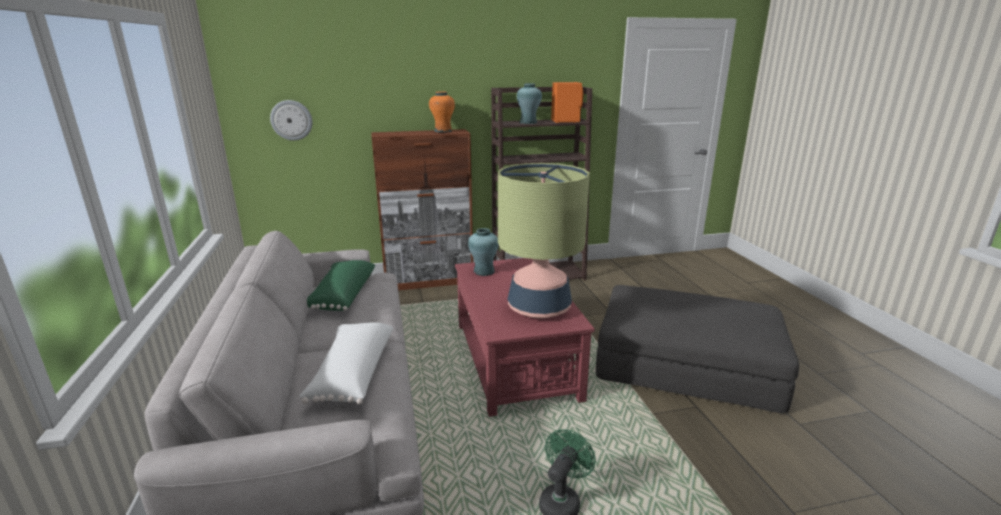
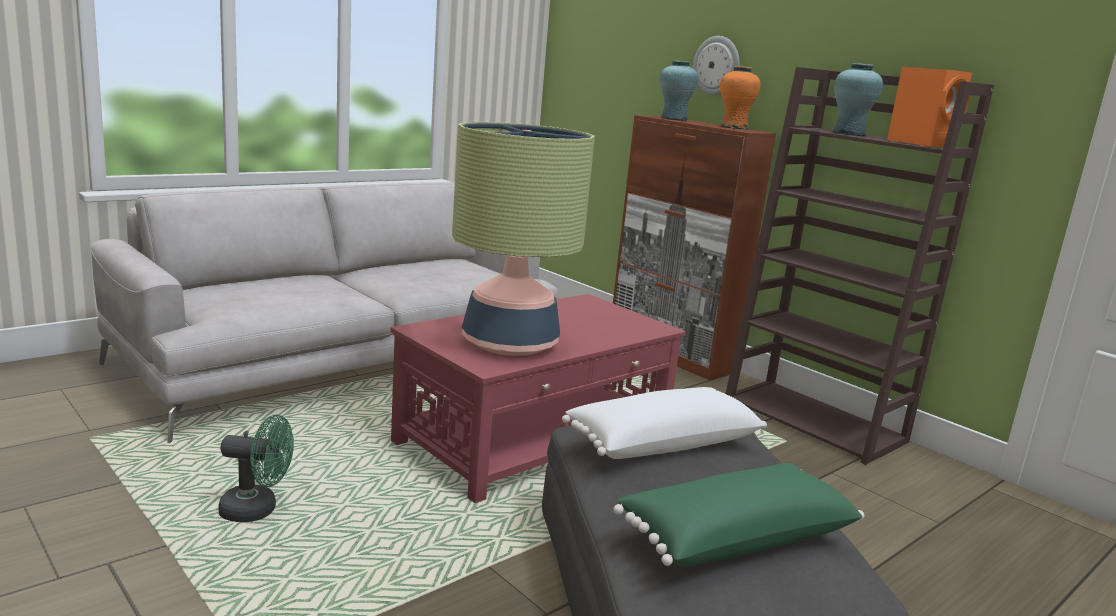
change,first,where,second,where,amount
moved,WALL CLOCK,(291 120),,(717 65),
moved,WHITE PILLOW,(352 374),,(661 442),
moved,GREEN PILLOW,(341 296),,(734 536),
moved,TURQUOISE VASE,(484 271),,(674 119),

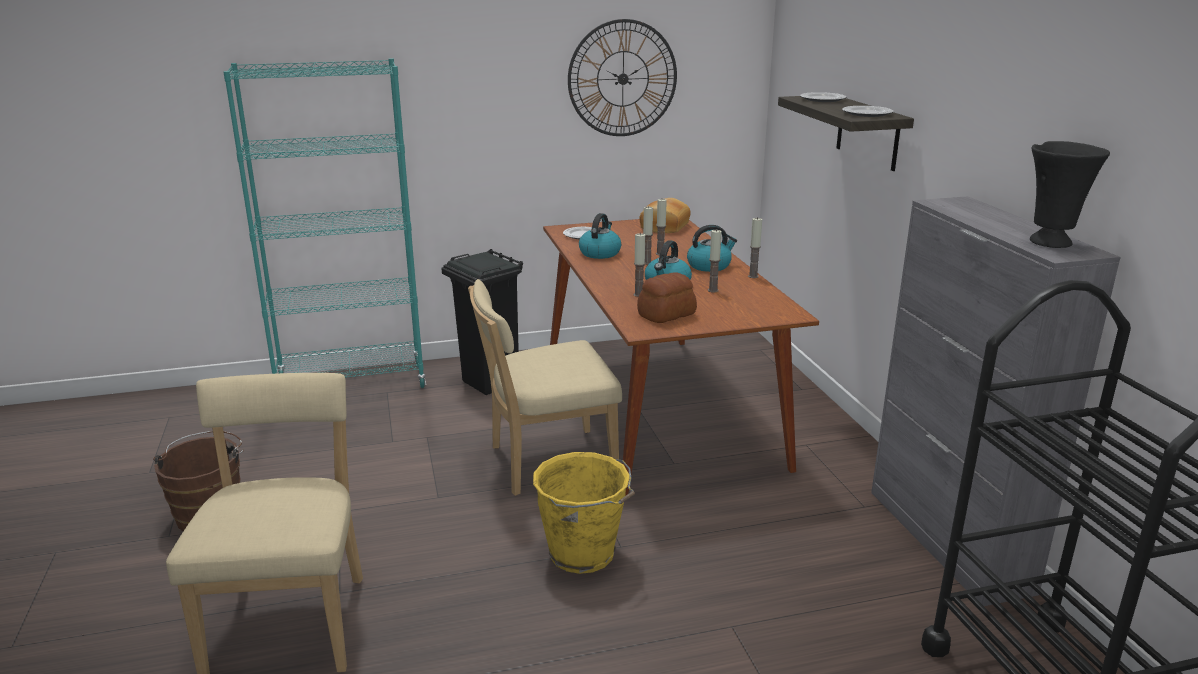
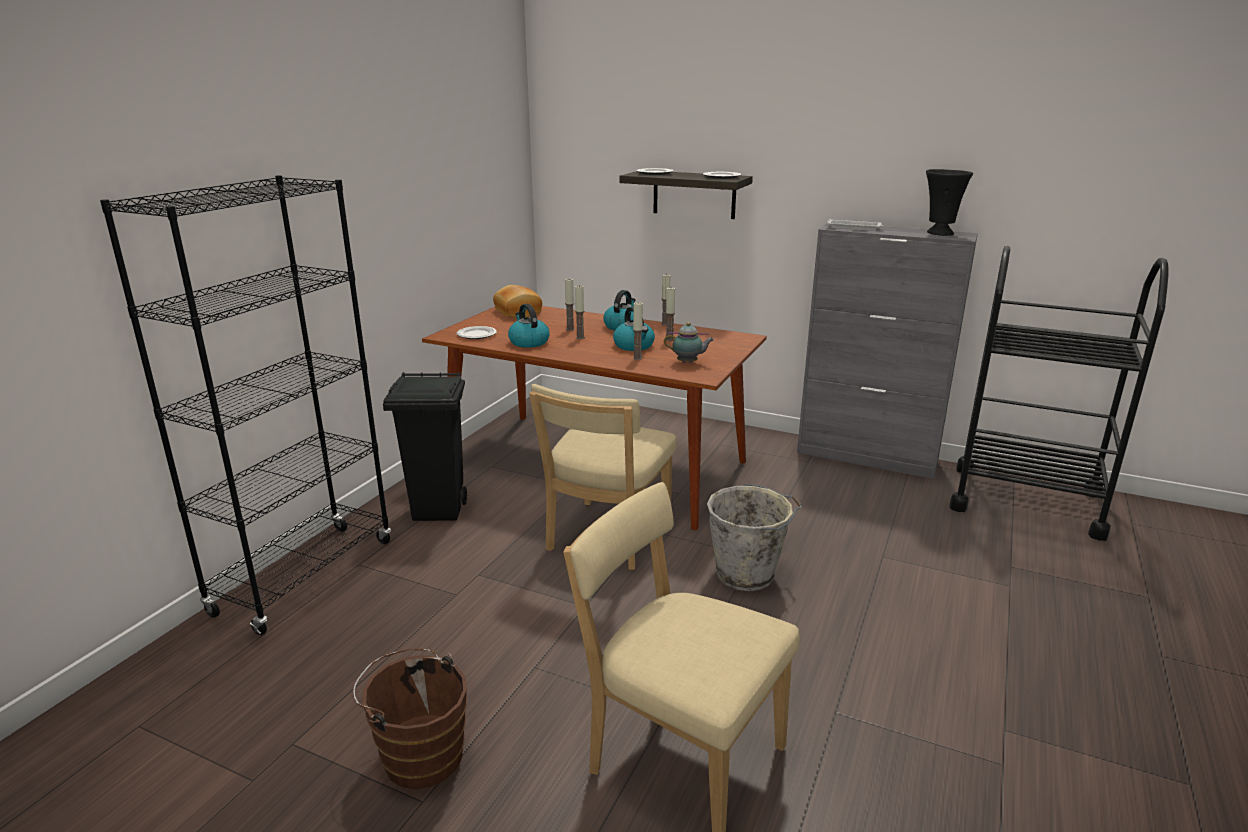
change,first,where,second,where,amount
removed,WALL CLOCK,(622 79),,,
added,,,WHITE TRAY,(854 228),
replaced,BREAD,(665 314),TEAPOT,(688 363),
recoloured,TURQUOISE BOOKCASE,(352 384),BLACK BOOKCASE,(305 577),
recoloured,YELLOW BUCKET,(584 554),GREY BUCKET,(747 574),

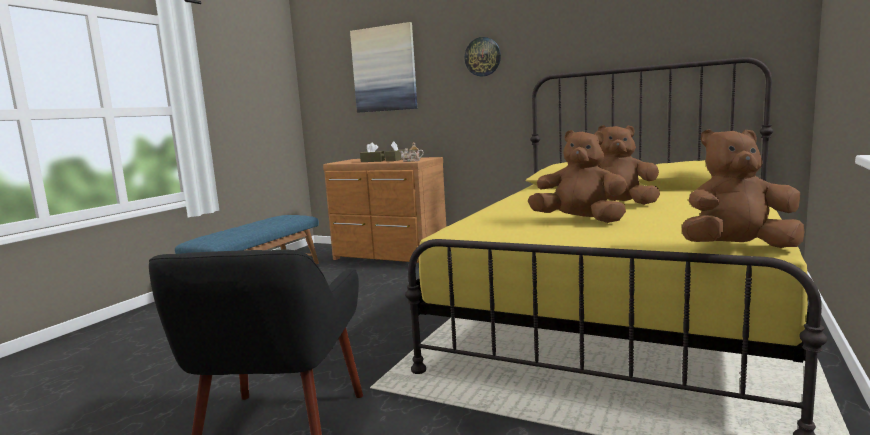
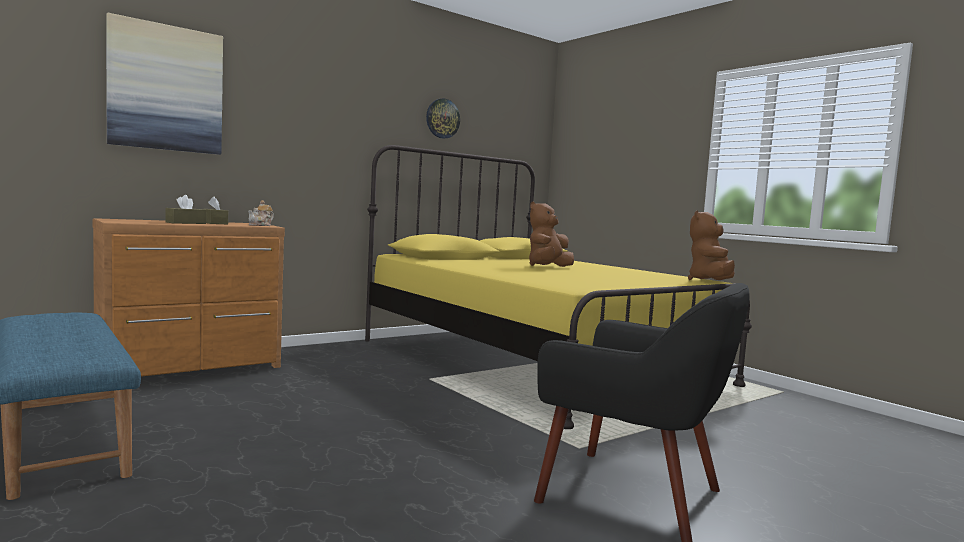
change,first,where,second,where,amount
removed,BROWN PLUSH TOY,(579 221),,,
moved,WALL CLOCK,(483 57),,(442 118),

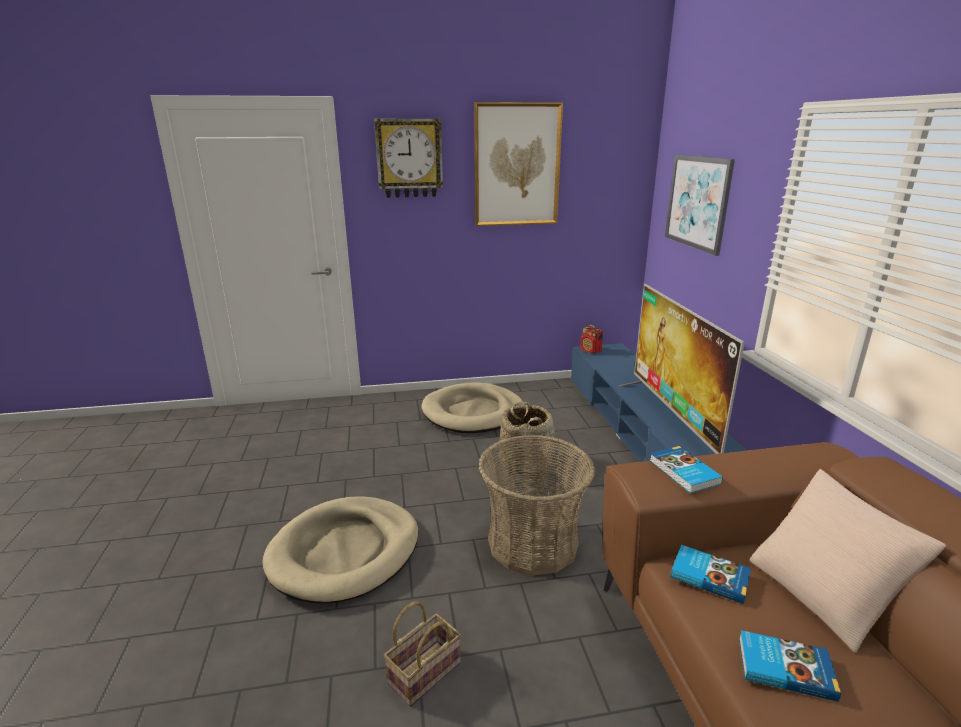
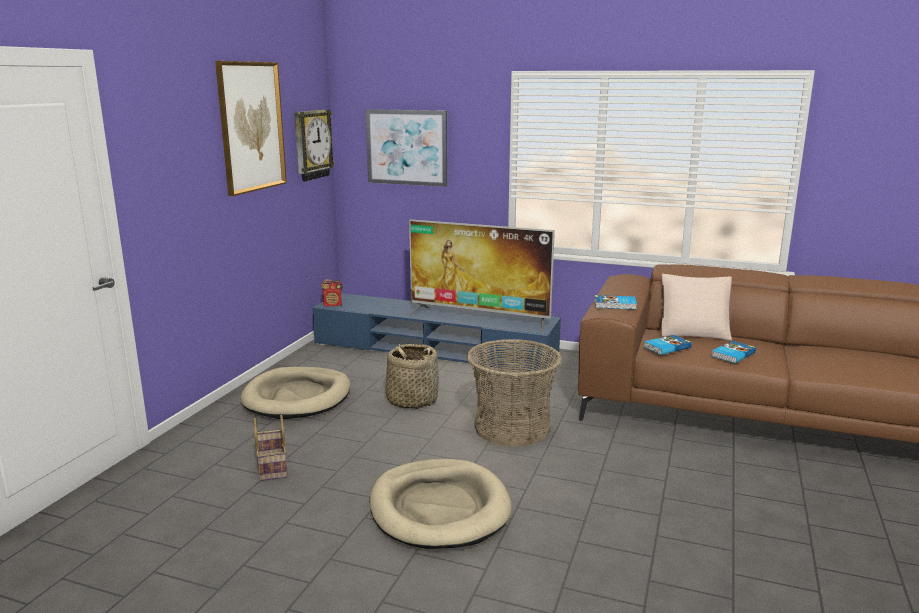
change,first,where,second,where,amount
moved,WALL CLOCK,(409 158),,(312 145),
moved,BASKET,(425 671),,(271 467),

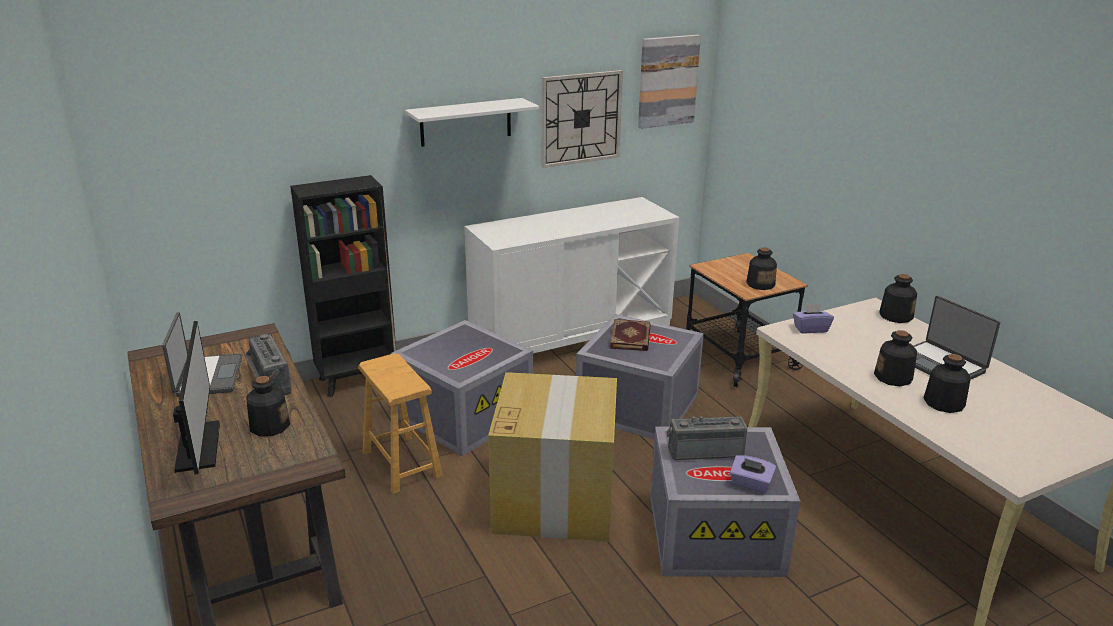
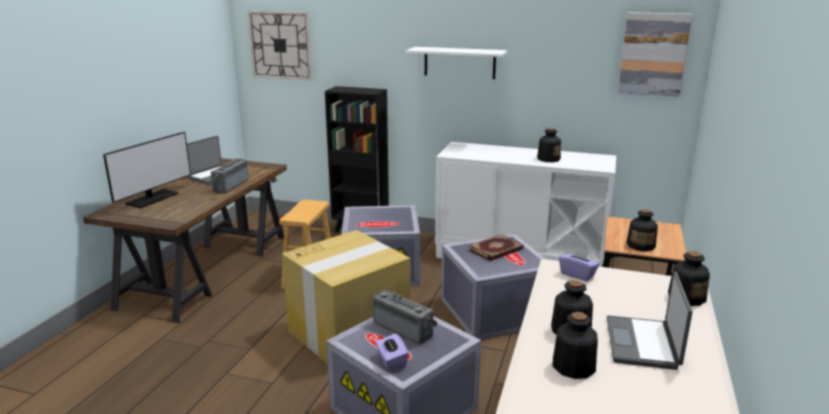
change,first,where,second,where,amount
moved,BOTTLE,(269 426),,(548 159),
moved,WALL CLOCK,(581 118),,(280 45),

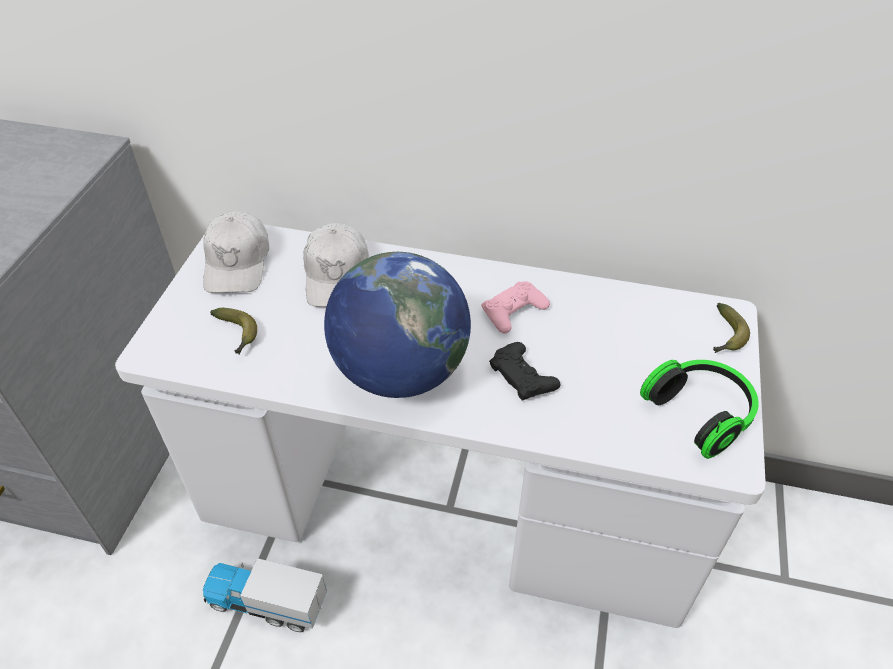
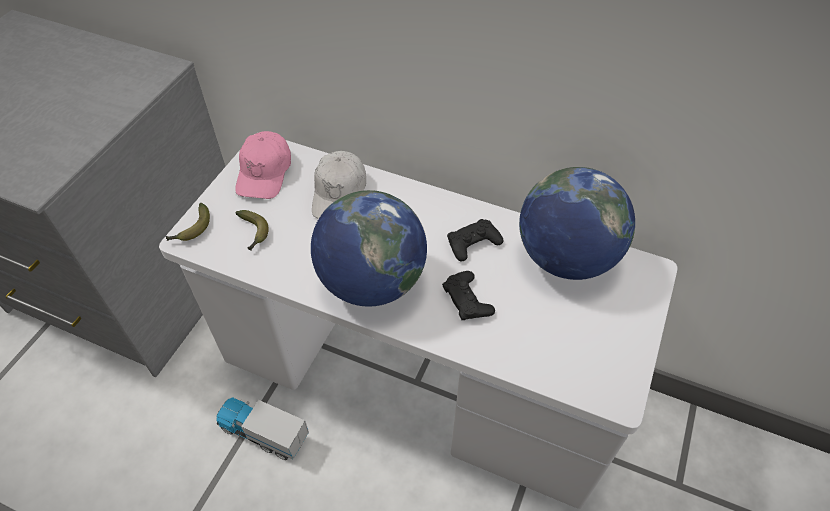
change,first,where,second,where,amount
removed,HEADPHONES,(701 413),,,
added,,,GLOBE,(565 257),
moved,BANANA,(726 336),,(191 229),
recoloured,WHITE CAP,(237 263),PINK CAP,(265 173),
recoloured,PINK GAME CONTROLLER,(514 311),BLACK GAME CONTROLLER,(473 243),

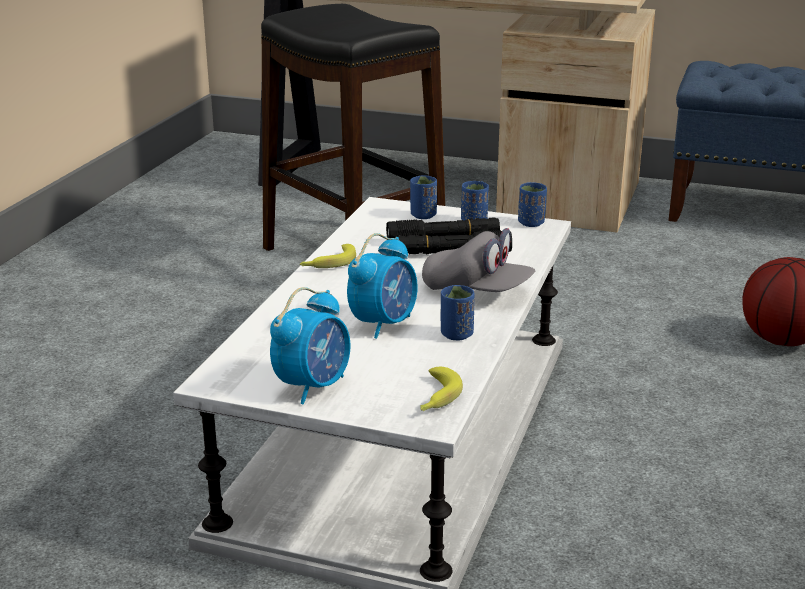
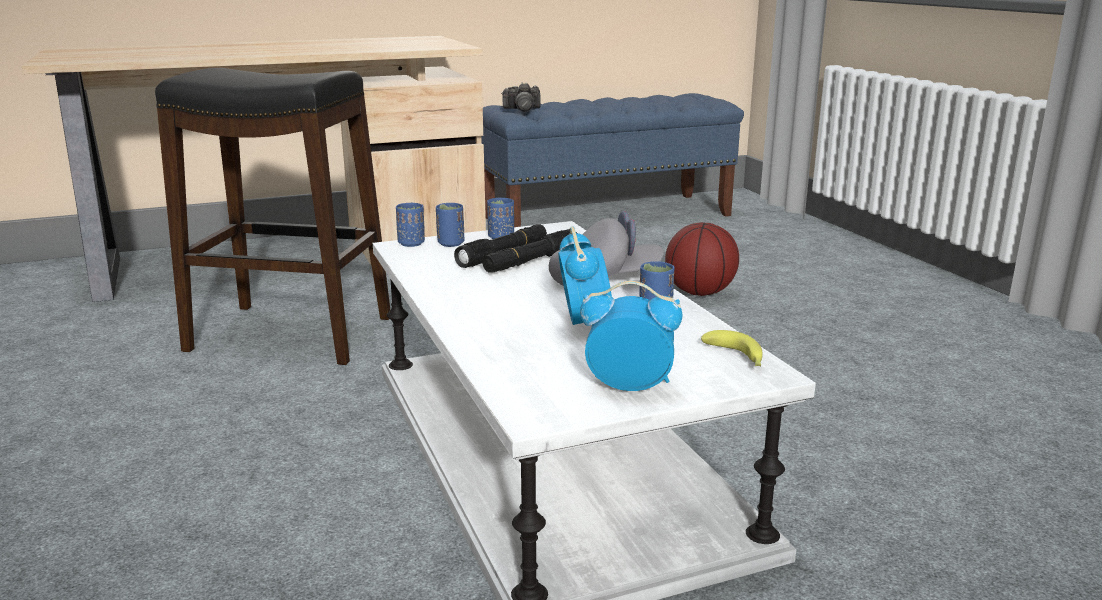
change,first,where,second,where,amount
removed,BANANA,(328 263),,,
added,,,PHOTO CAMERA,(522 109),
moved,BLUE CUP,(531 223),,(411 243),
turned,ALARM CLOCK,(313 386),,(628 386),75 degrees counterclockwise

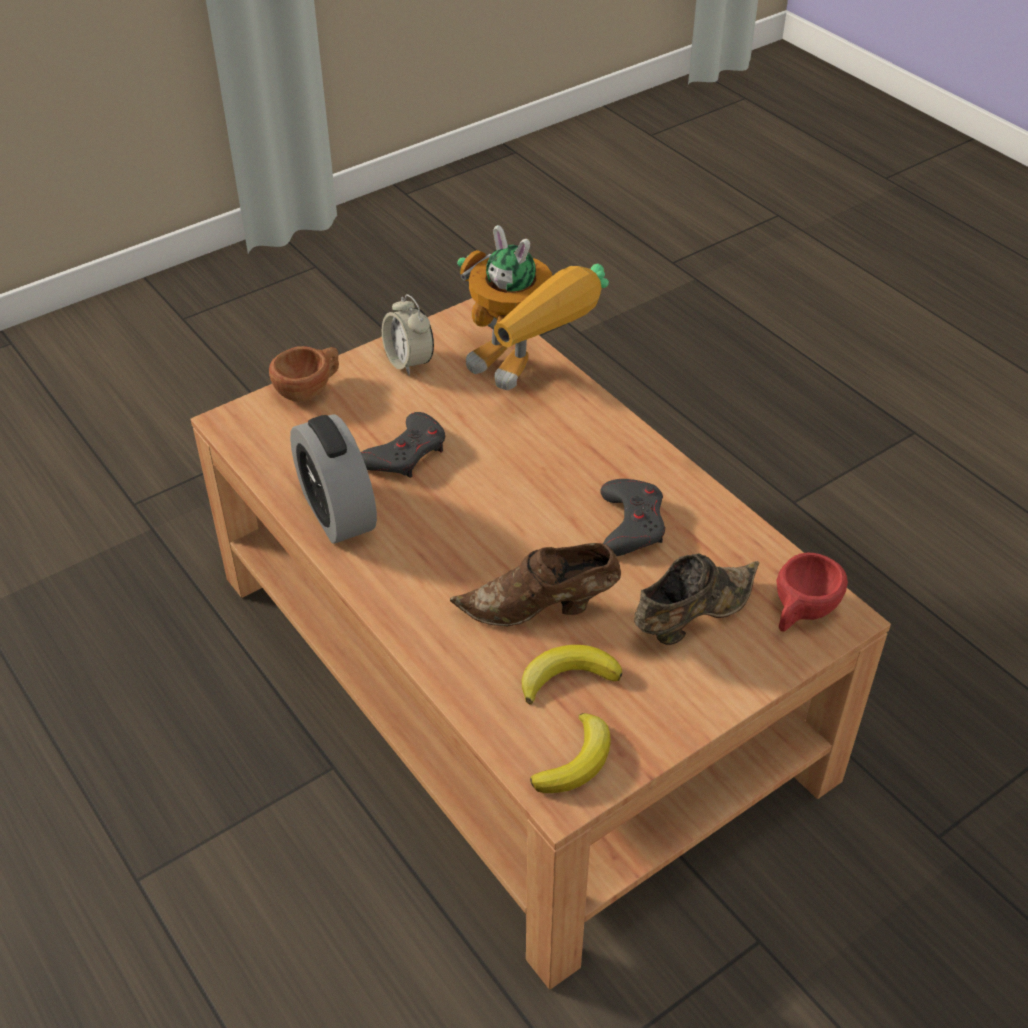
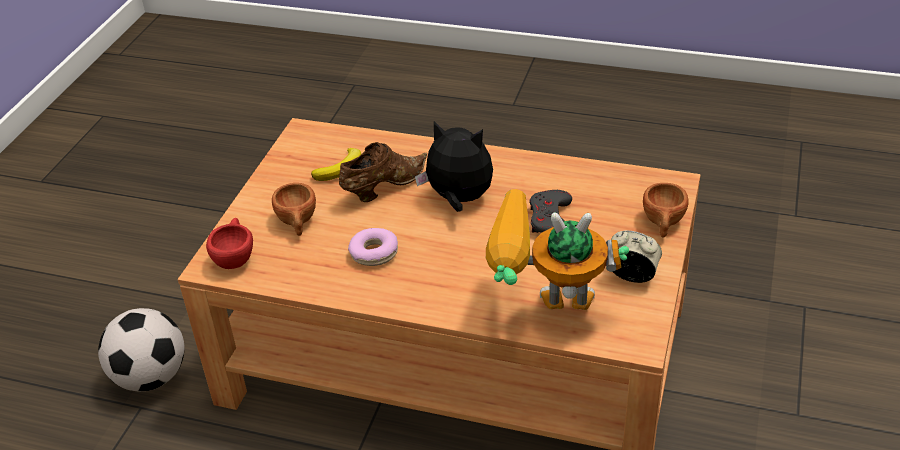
change,first,where,second,where,amount
removed,ALARM CLOCK,(337 512),,,
removed,BANANA,(576 760),,,
added,,,FOOTBALL,(151 377),
added,,,PLUSH TOY,(458 199),
replaced,GREY GAME CONTROLLER,(631 524),DONUT,(374 253),
replaced,BROWN SHOE,(690 618),BROWN CUP,(297 223),

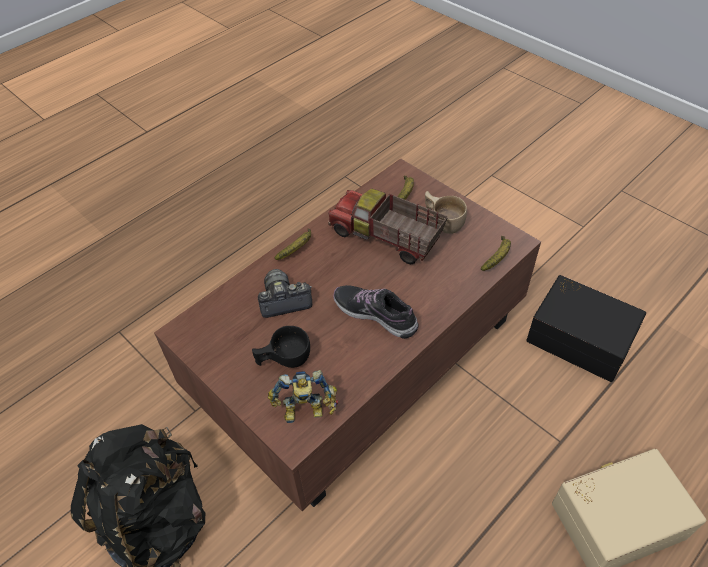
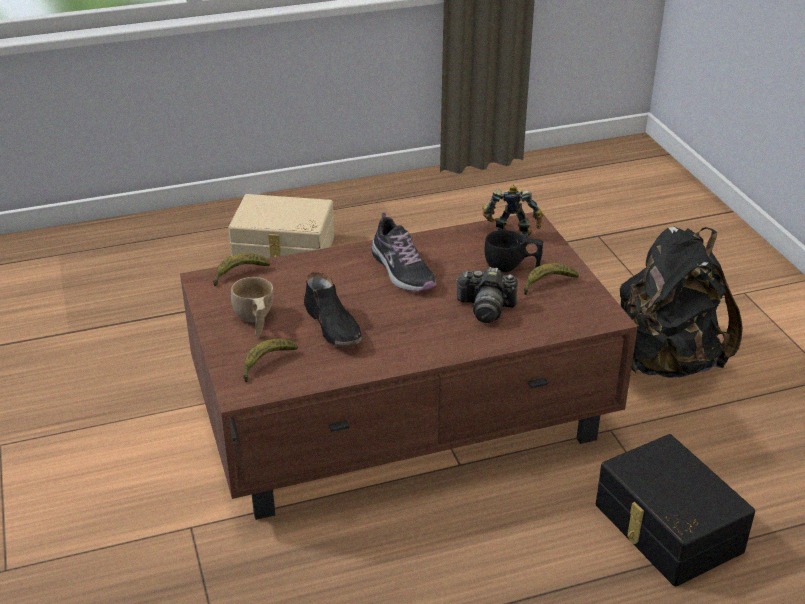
change,first,where,second,where,amount
moved,BANANA,(297 249),,(547 284),
moved,BLACK STORAGE BOX,(580 337),,(665 529),
replaced,TOY TRUCK,(385 239),BLACK SHOE,(334 326),

